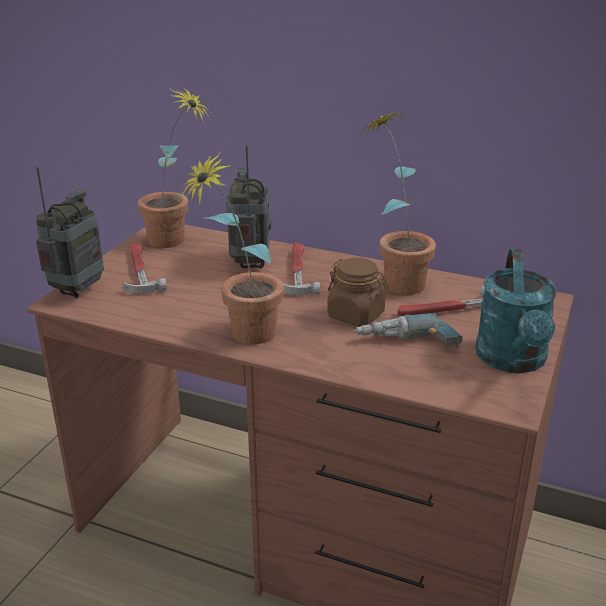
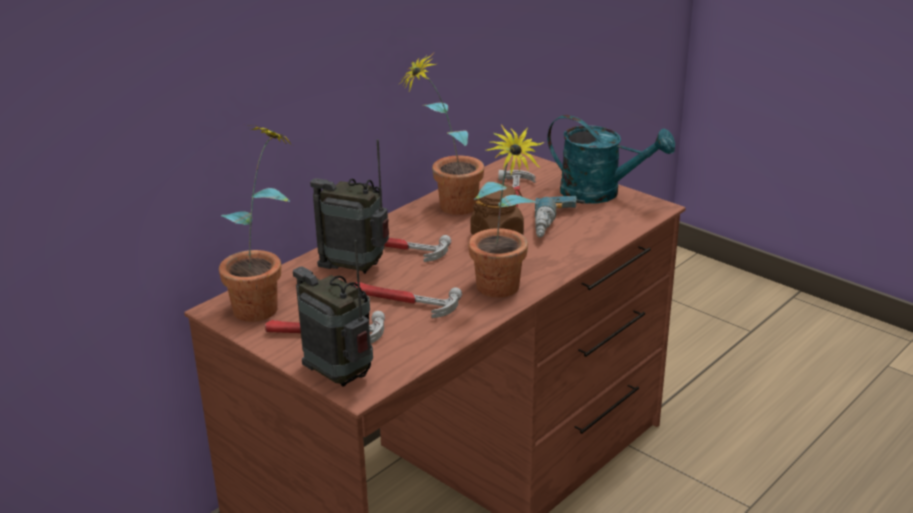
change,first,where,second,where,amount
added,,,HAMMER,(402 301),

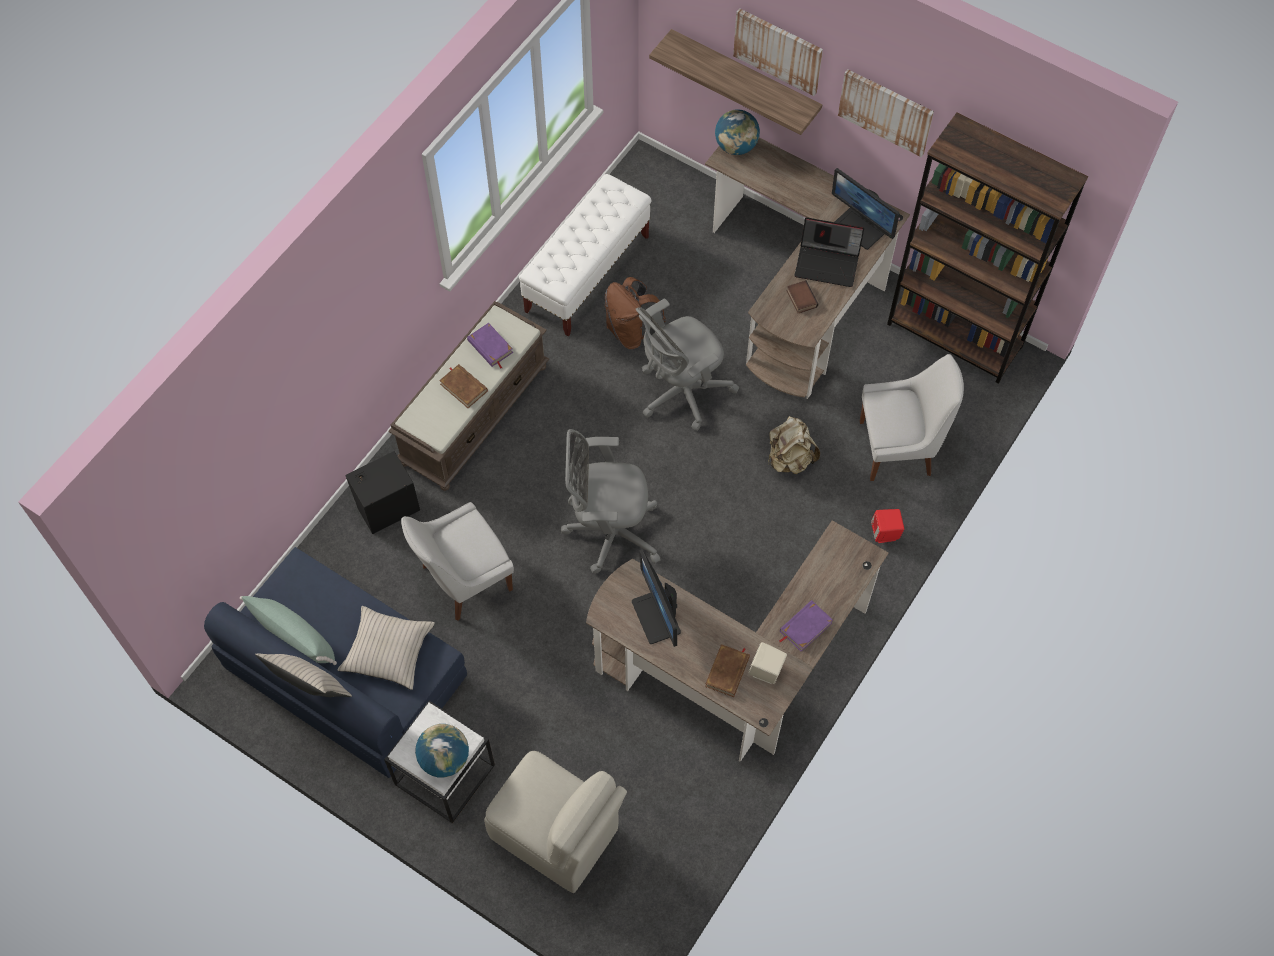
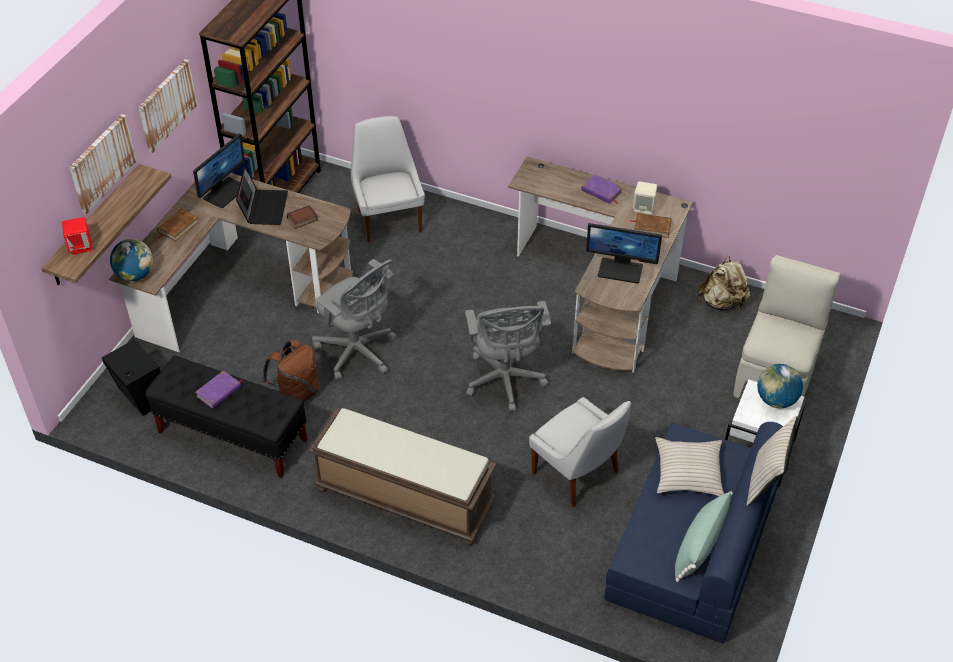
change,first,where,second,where,amount
moved,BLACK SPEAKER,(386 507),,(141 396),
moved,BROWN BOOK,(464 387),,(178 227),
moved,PURPLE BOOK,(490 347),,(219 392),
moved,BEIGE BACKPACK,(789 458),,(722 302),
moved,RED SPEAKER,(885 533),,(80 246),
recoloured,WHITE BENCH,(587 274),BLACK BENCH,(232 436),
turned,MONITOR,(657 616),,(620 270),45 degrees clockwise

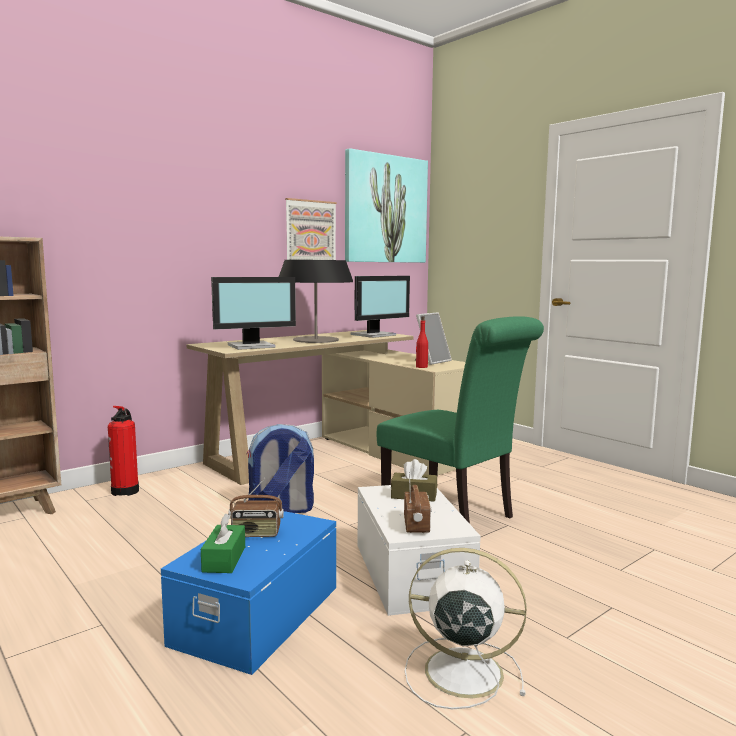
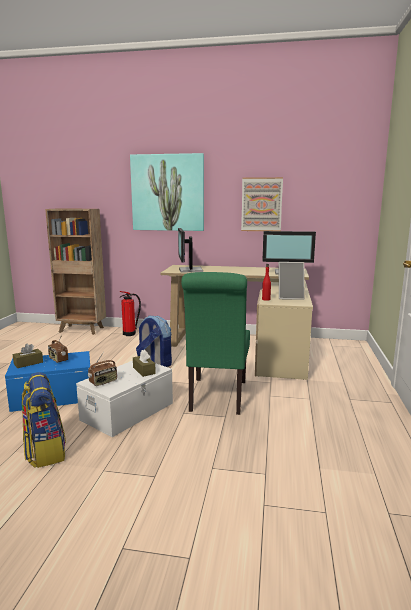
change,first,where,second,where,amount
removed,TABLE LAMP,(315 340),,,
moved,PICTURE,(385 209),,(168 193),
replaced,WHITE FAN,(460 671),BACKPACK,(45 451),
recoloured,GREEN TISSUE BOX,(224 559),BROWN TISSUE BOX,(28 363),
turned,MONITOR,(252 346),,(189 270),60 degrees clockwise

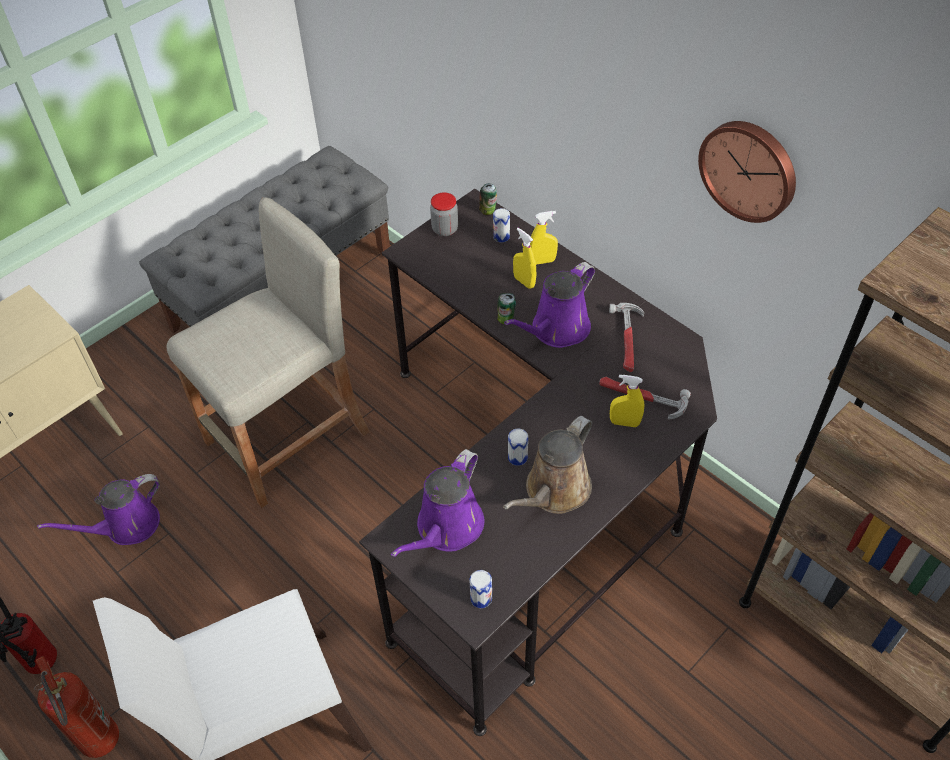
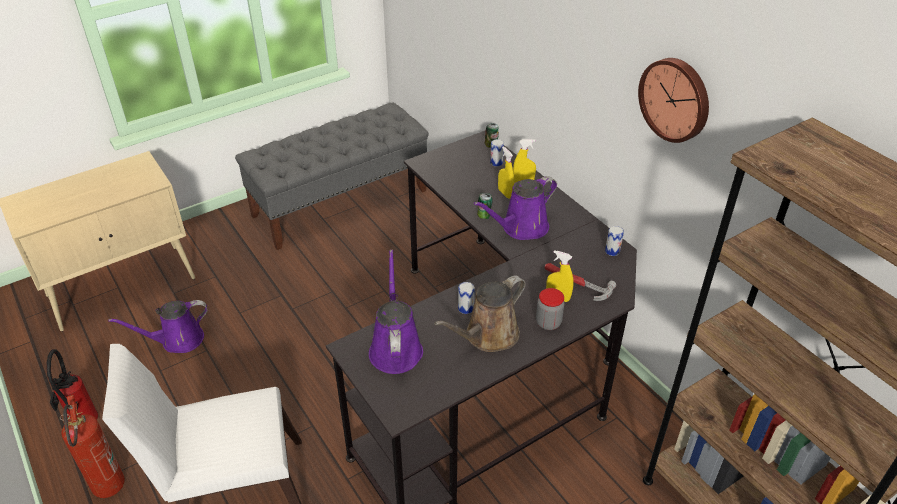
change,first,where,second,where,amount
removed,BEIGE STOOL,(288 438),,,
removed,HAMMER,(628 340),,,
moved,JAR,(445 229),,(548 323),
moved,CAN,(481 598),,(612 251),
turned,PURPLE WATERING CAN,(446 528),,(395 347),135 degrees clockwise

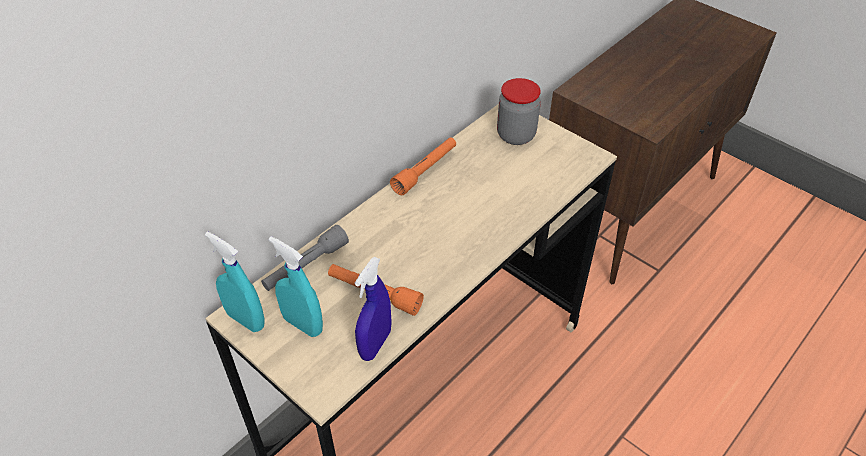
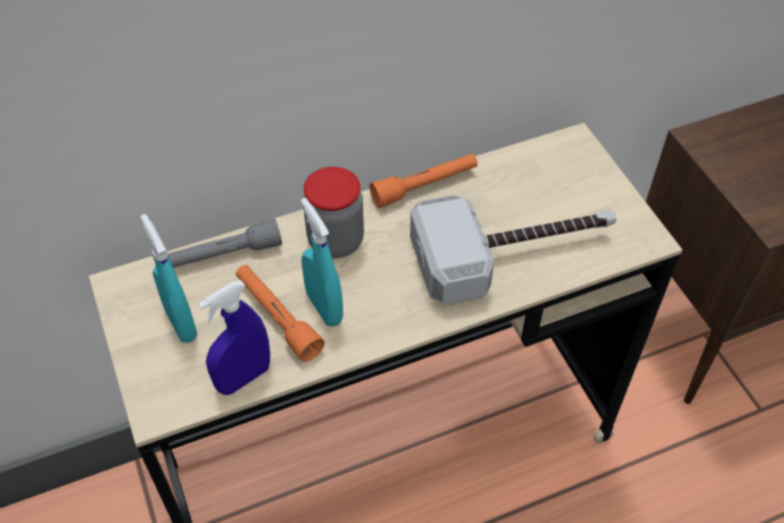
change,first,where,second,where,amount
added,,,HAMMER,(515 251),
moved,TURQUOISE SPRAY BOTTLE,(245 320),,(324 307),
moved,JAR,(516 135),,(335 241),

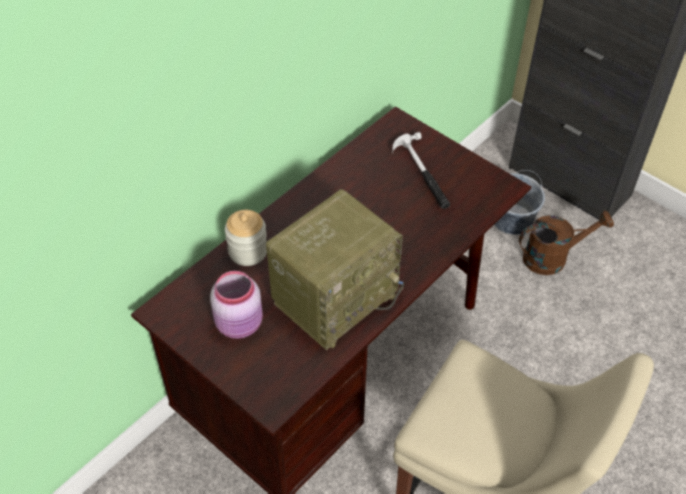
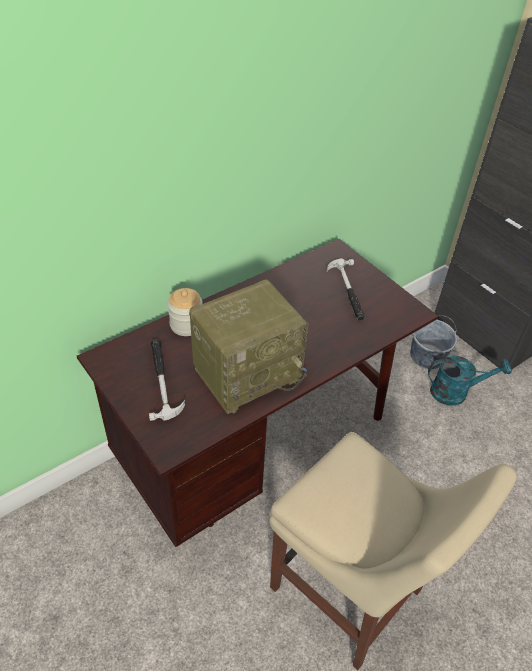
change,first,where,second,where,amount
replaced,PINK JAR,(240 324),HAMMER,(162 380),
recoloured,BROWN WATERING CAN,(552 257),TURQUOISE WATERING CAN,(455 392),

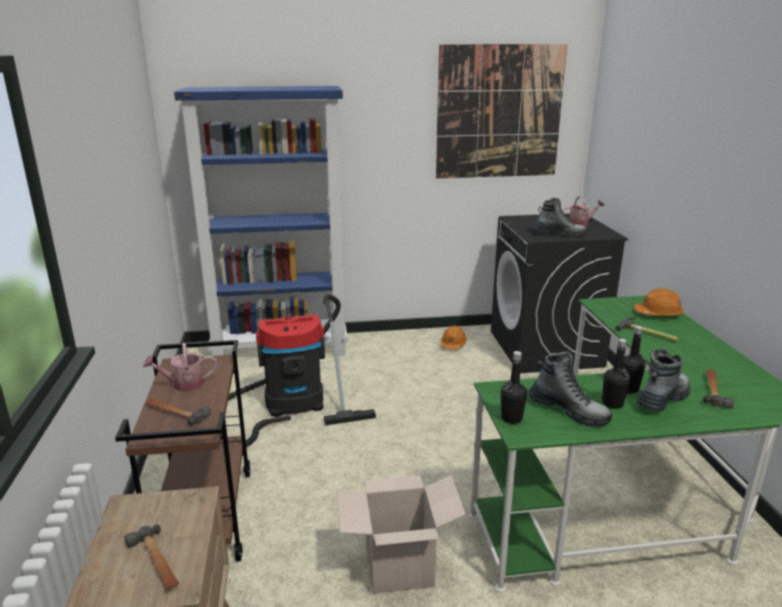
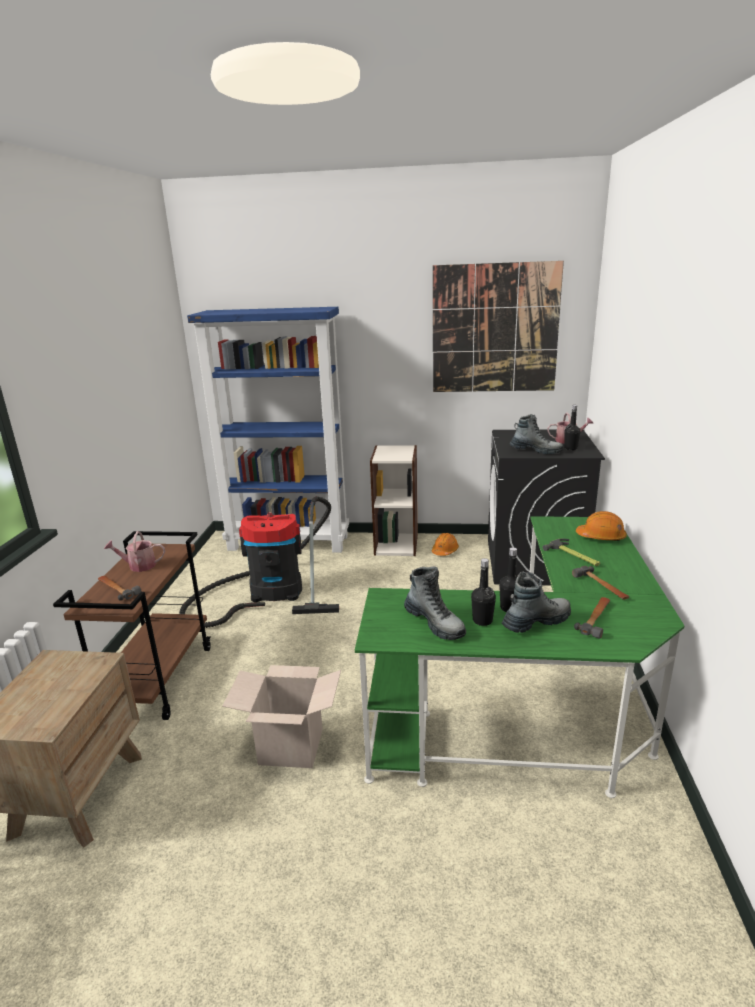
change,first,where,second,where,amount
added,,,BOOKCASE,(396 544),
moved,HAMMER,(156 562),,(601 587),
moved,BLACK BOTTLE,(511 418),,(570 448),

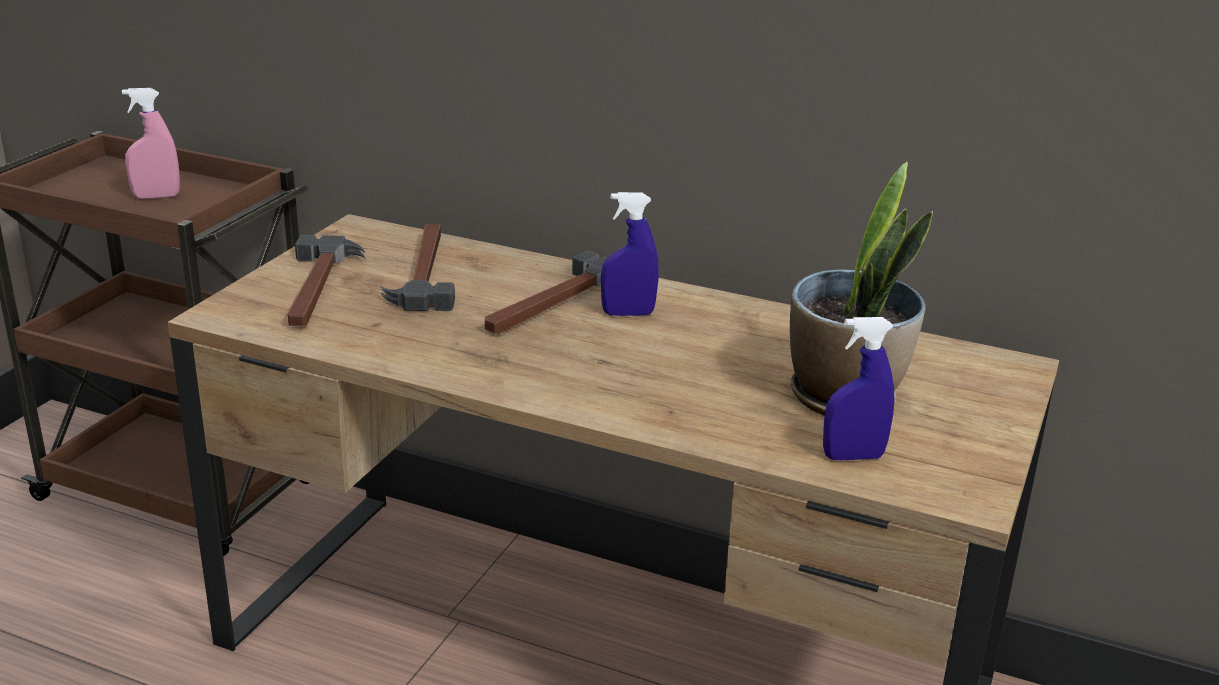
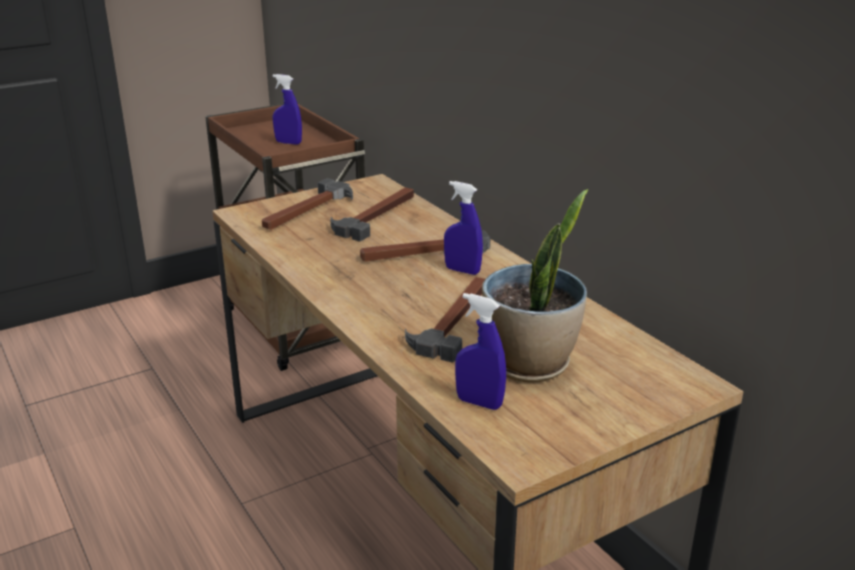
change,first,where,second,where,amount
added,,,HAMMER,(454 320),
recoloured,PINK SPRAY BOTTLE,(156 196),BLUE SPRAY BOTTLE,(288 143),

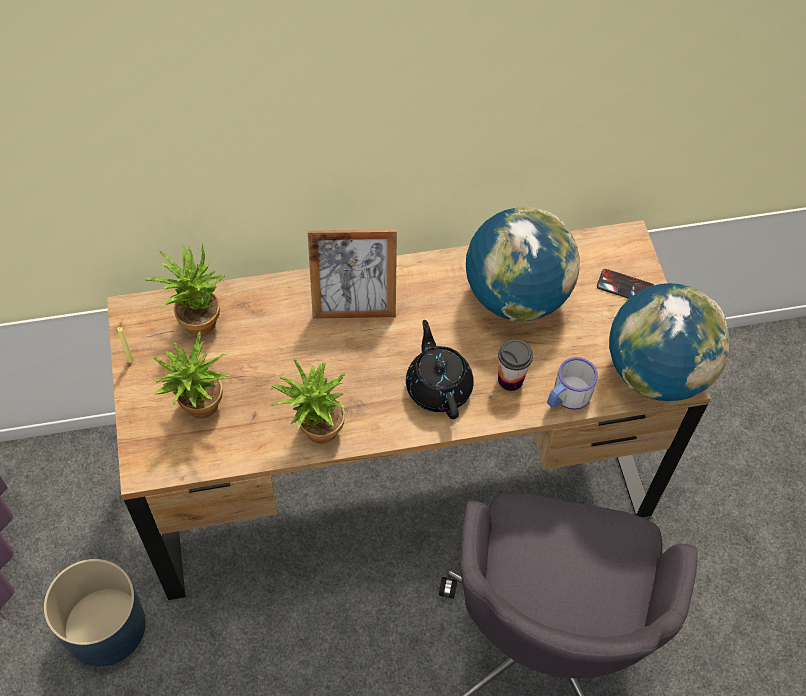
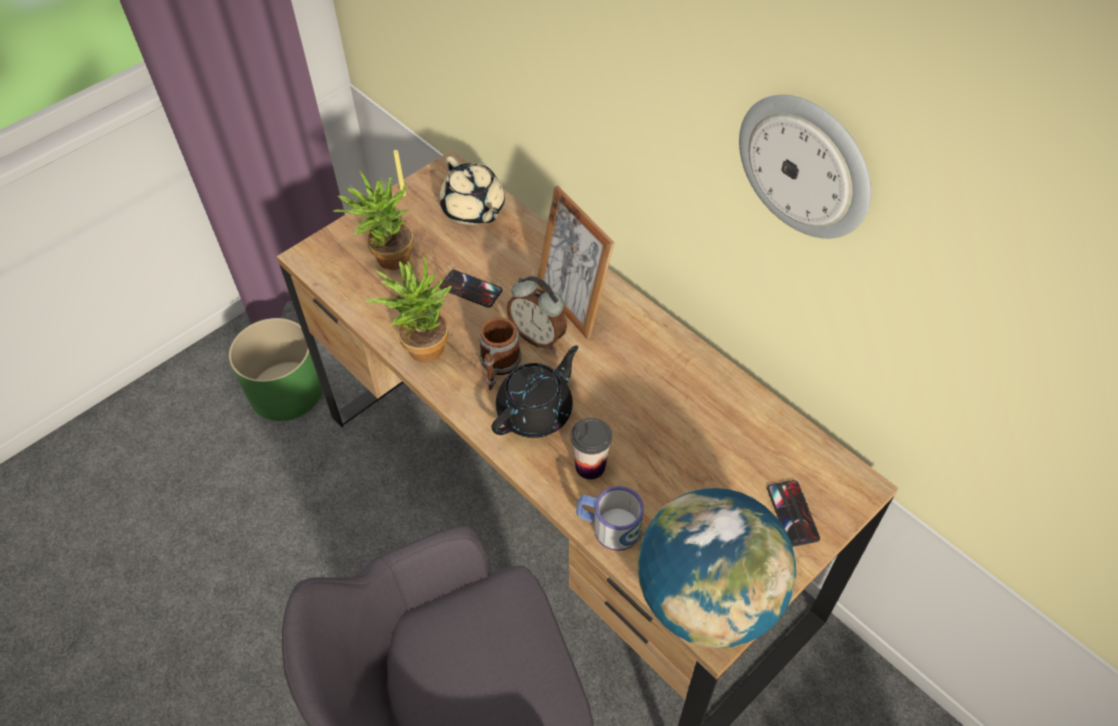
change,first,where,second,where,amount
removed,GLOBE,(516 296),,,
added,,,PHONE,(470 289),
added,,,MUG,(498 367),
added,,,ALARM CLOCK,(538 336),
added,,,WALL CLOCK,(805 166),
replaced,POTTED PLANT,(196 318),BEIGE TEAPOT,(474 210),
recoloured,BLUE PLANTER,(104 626),GREEN PLANTER,(286 390),

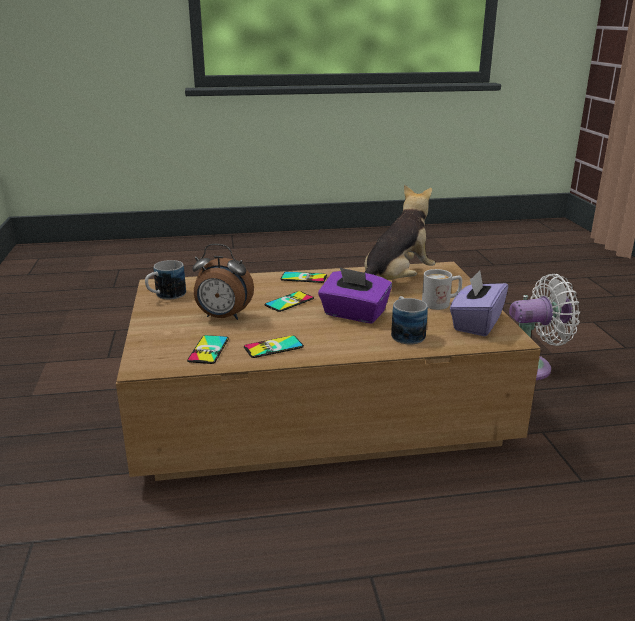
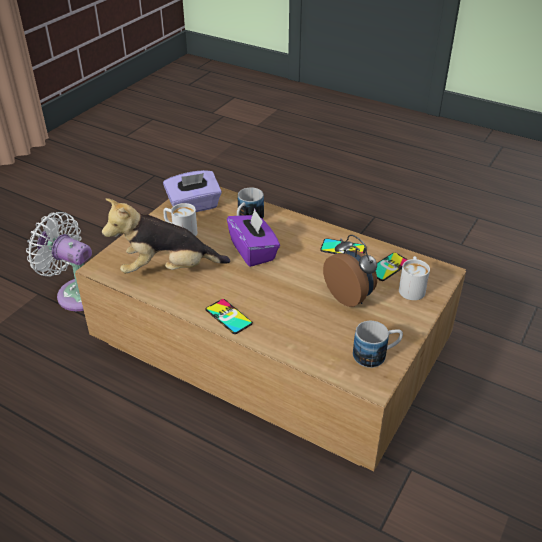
change,first,where,second,where,amount
removed,PHONE,(289 302),,,
added,,,WHITE MUG,(411 287),

